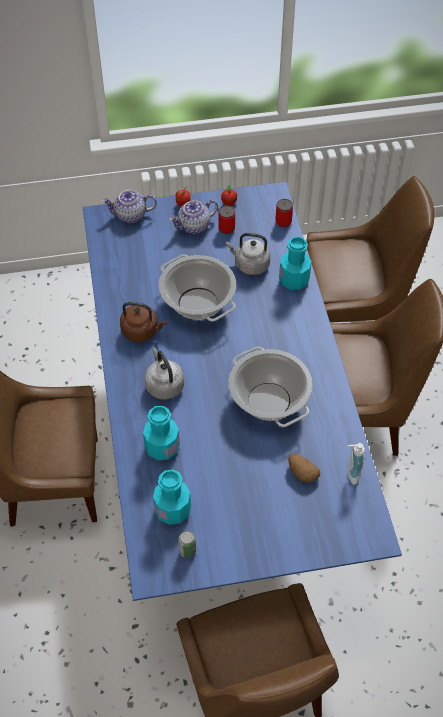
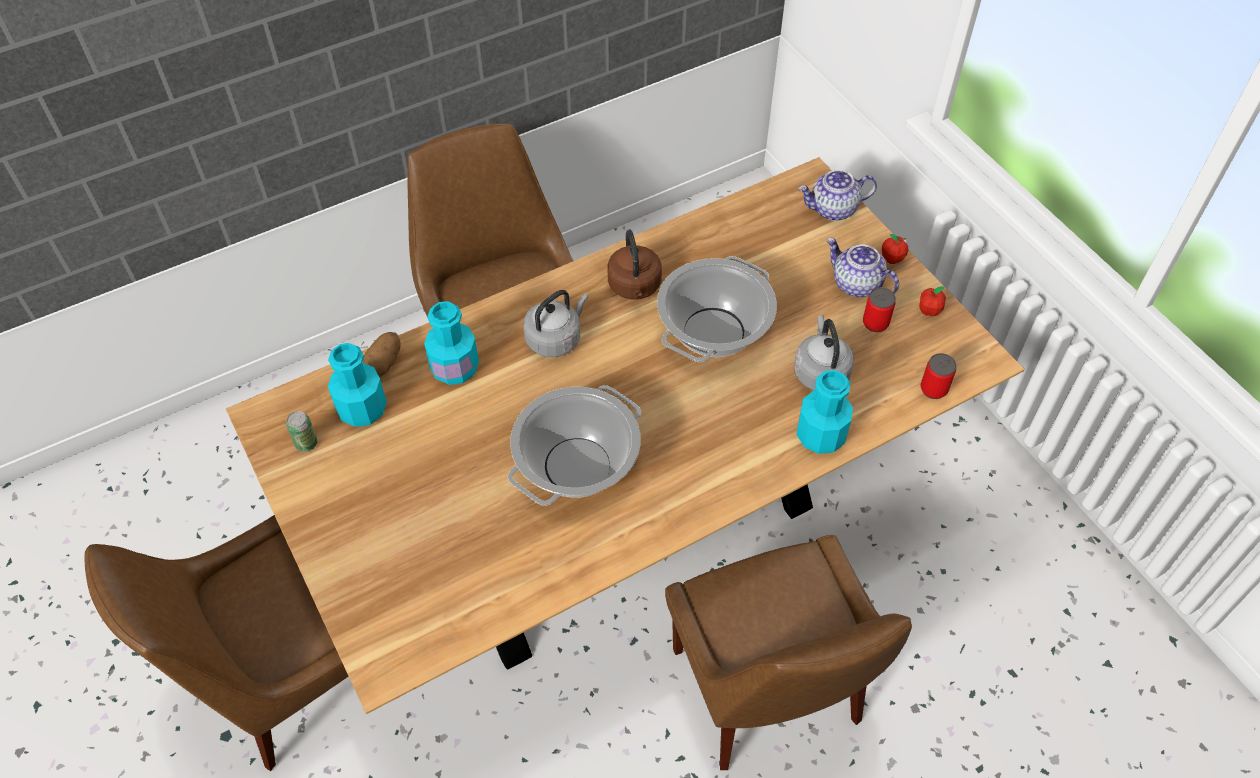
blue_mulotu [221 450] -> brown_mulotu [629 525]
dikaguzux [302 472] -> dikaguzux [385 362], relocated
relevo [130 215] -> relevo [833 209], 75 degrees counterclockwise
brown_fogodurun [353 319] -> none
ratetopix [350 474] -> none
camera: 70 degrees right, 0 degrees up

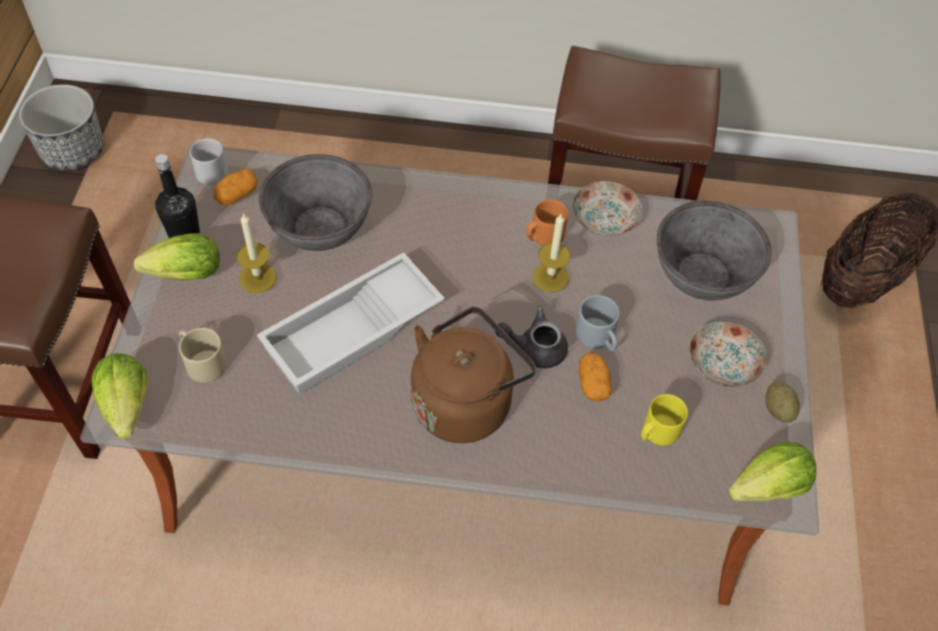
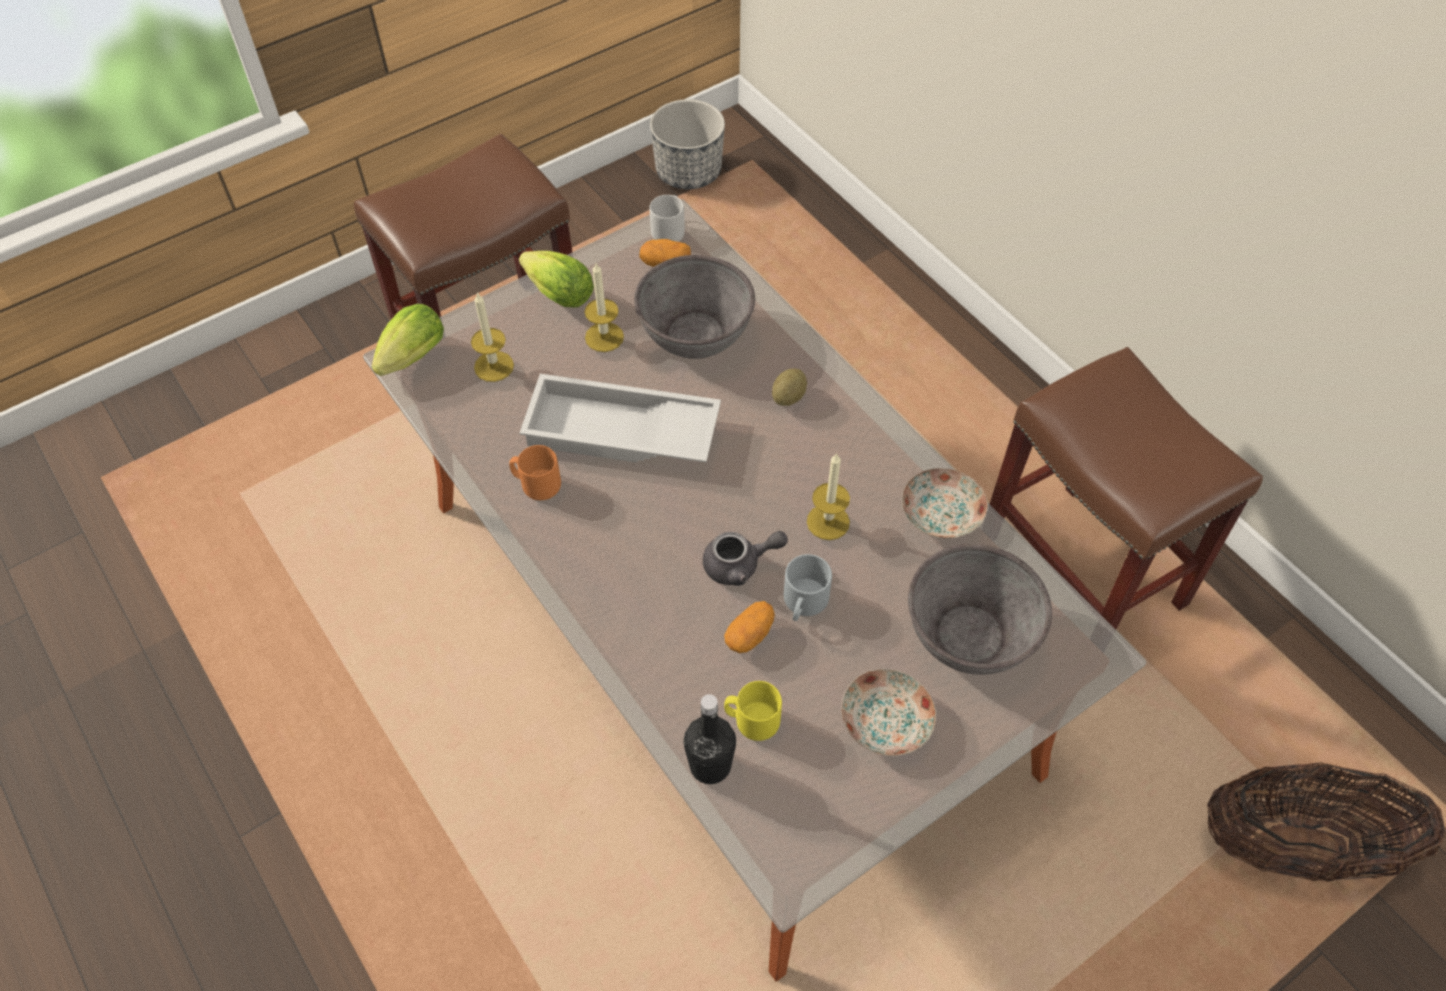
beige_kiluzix [201 362] -> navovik [494 366]
orange_kiluzix [544 236] -> orange_kiluzix [536 484], relocated
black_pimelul [184 233] -> black_pimelul [710 765], relocated
grey_relevo [534 348] -> grey_relevo [740 565], 120 degrees clockwise
dikaguzux [778 409] -> dikaguzux [788 397], relocated
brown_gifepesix [465 401] -> none
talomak [763 489] -> none
camera: 50 degrees right, 0 degrees up

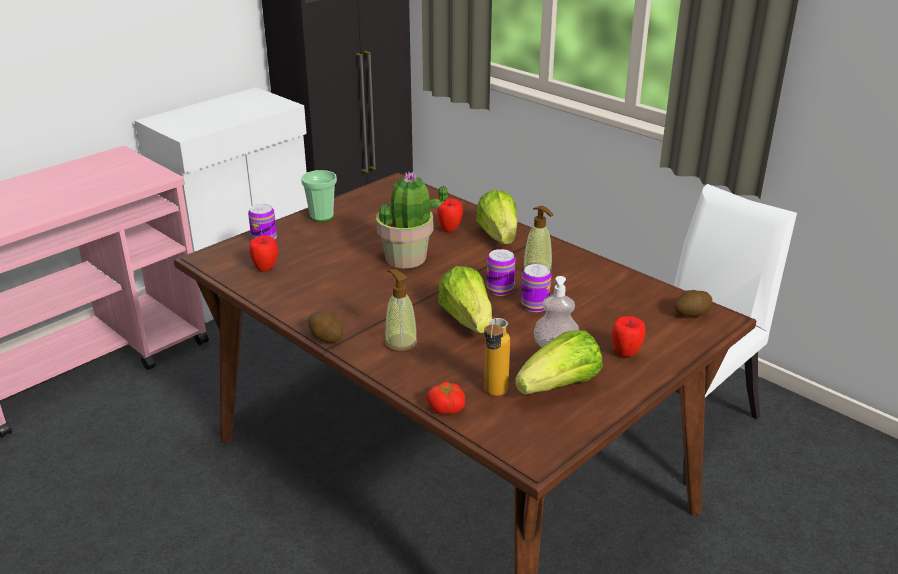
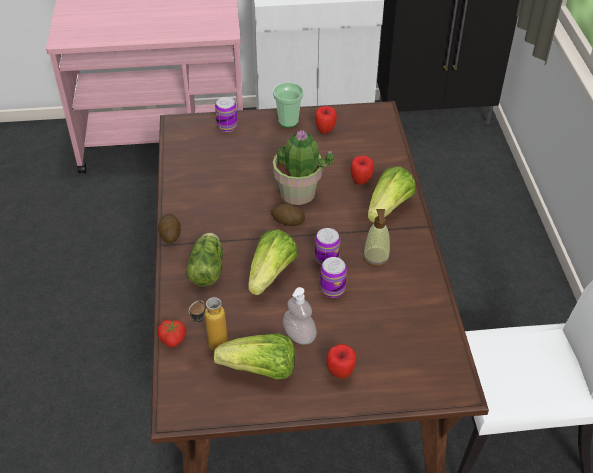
ratetopix [401 343] -> talomak [207 268]
dikaguzux [691 314] -> dikaguzux [288 222], relocated
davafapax [265 269] -> davafapax [325 131], relocated
camera: 40 degrees right, 15 degrees up

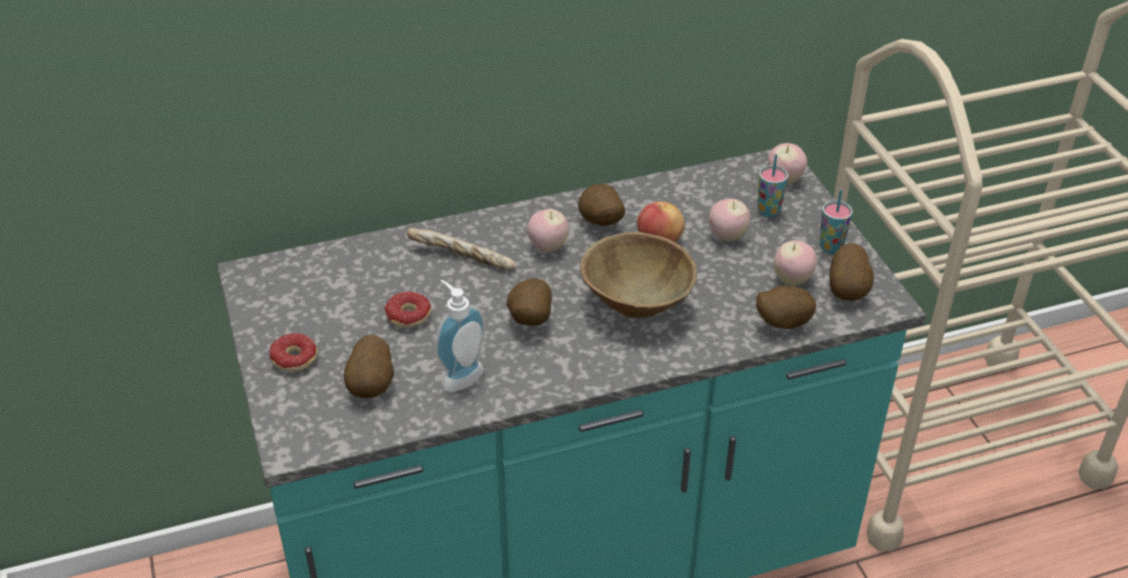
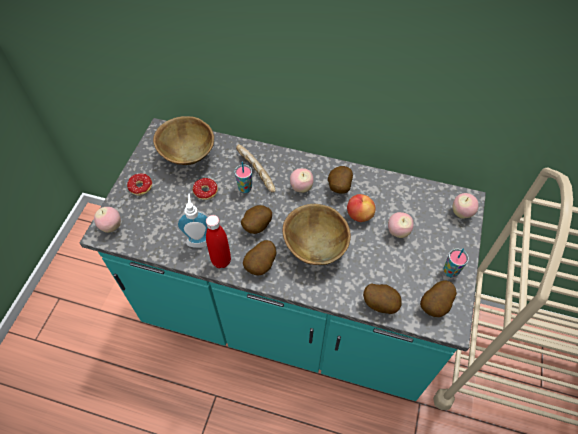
davafapax [792 279] -> davafapax [111 226], relocated
none -> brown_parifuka [187 155]
none -> red_pimelul [221 261]
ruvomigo [768 211] -> ruvomigo [245 188], relocated
dikaguzux [372 386] -> dikaguzux [261 265], relocated
camera: 35 degrees right, 15 degrees up

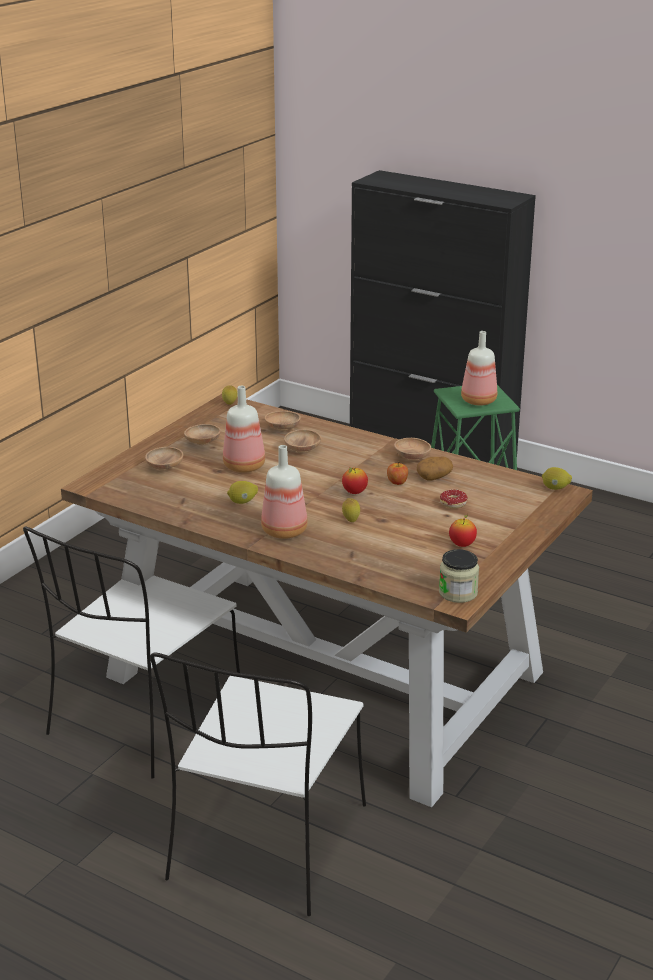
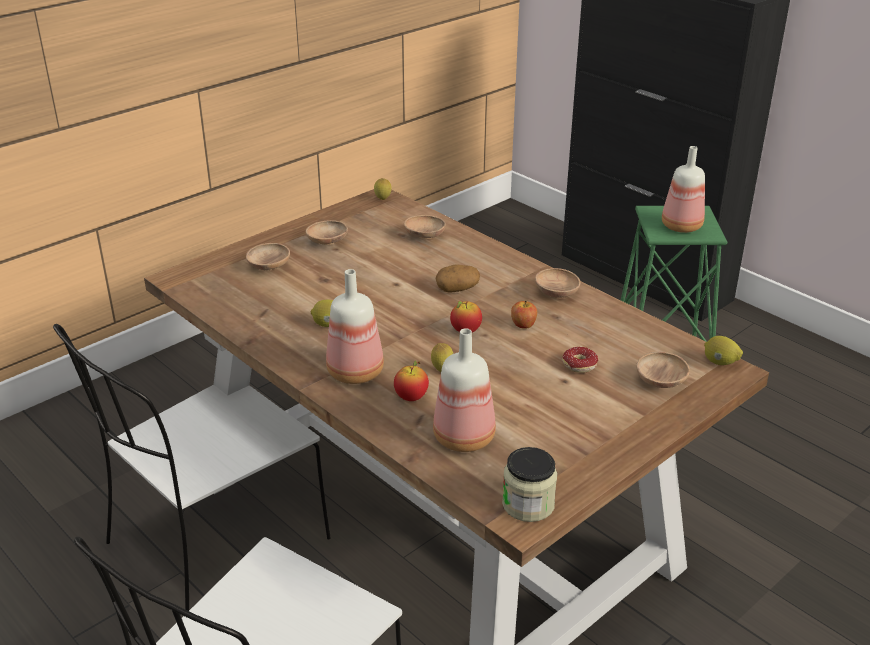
davafapax [462 544] -> davafapax [411 397], relocated
pimelul [245 466] -> pimelul [466 438], relocated
dikaguzux [434 477] -> dikaguzux [457 288], relocated
brown_parifuka [302 449] -> brown_parifuka [660 382], relocated
camera: 15 degrees right, 5 degrees up

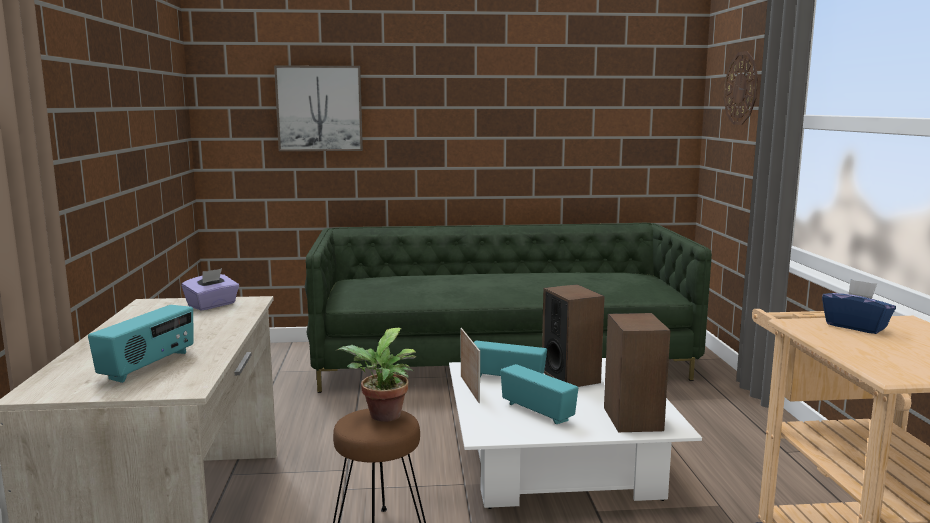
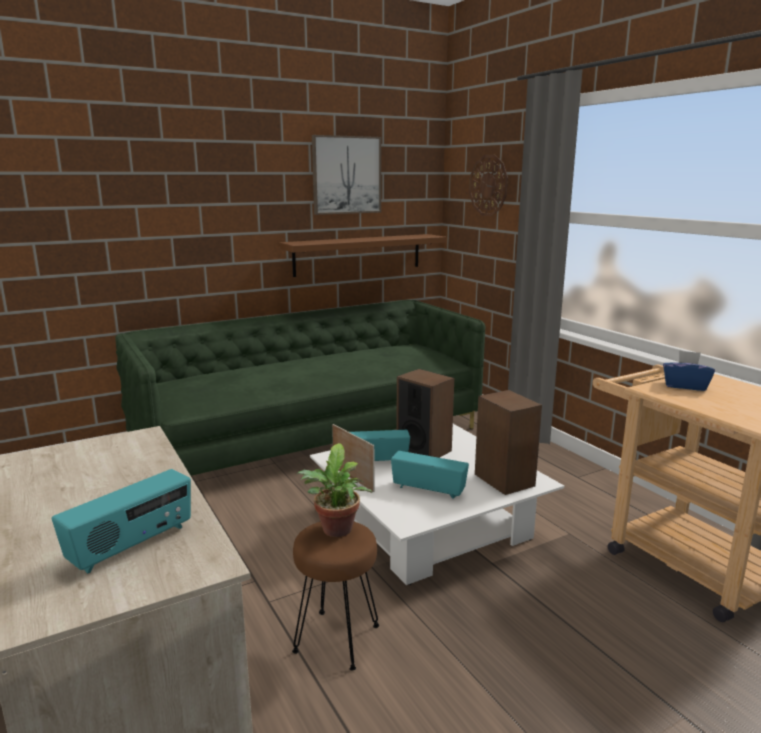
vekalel [149 366] -> vekalel [132 546], 45 degrees clockwise
none -> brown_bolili [358 254]
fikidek [319 108] -> fikidek [346 175], relocated
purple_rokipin [212 305] -> none
camera: 25 degrees left, 5 degrees up

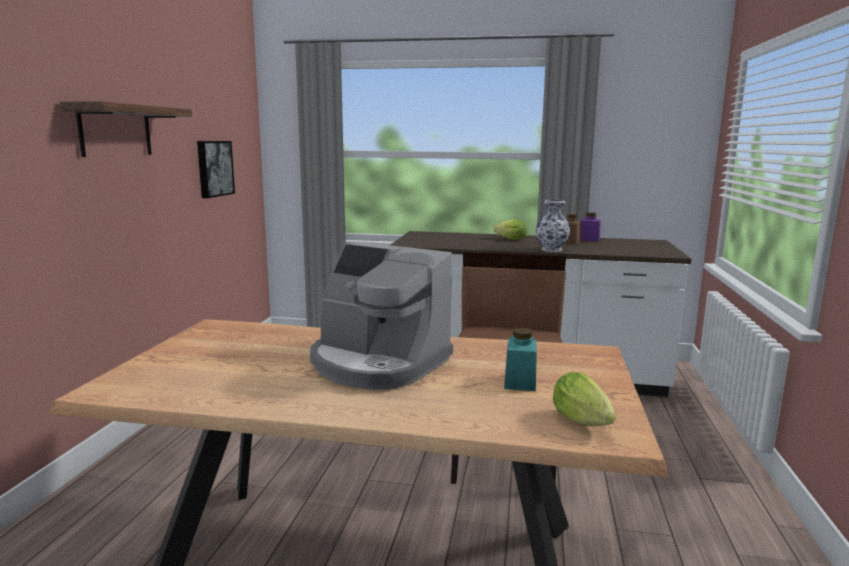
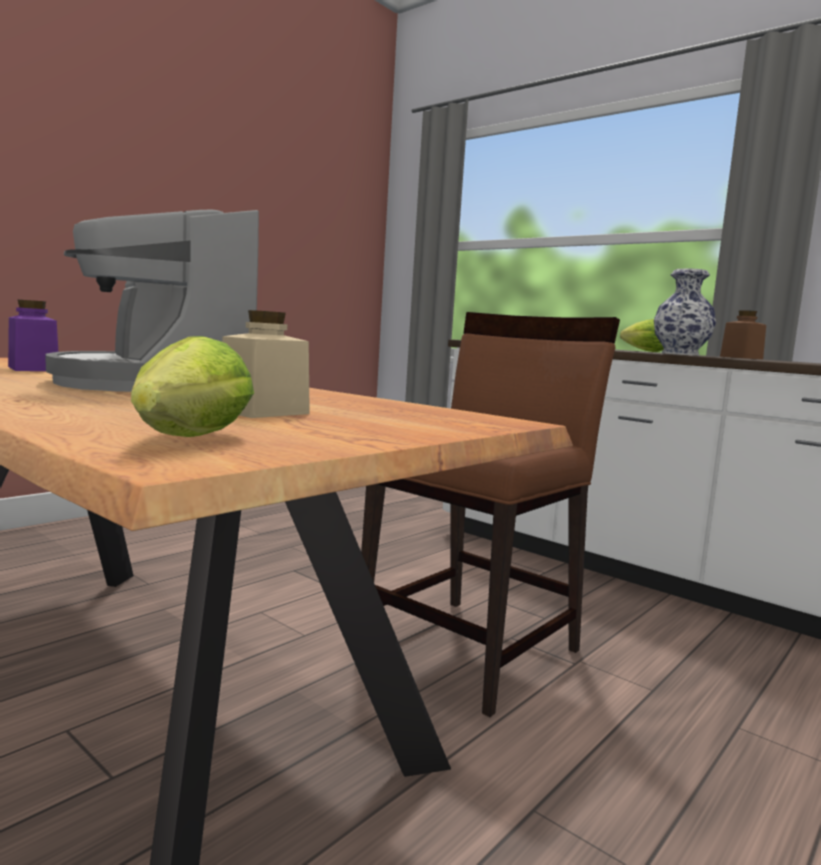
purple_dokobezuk [589 239] -> purple_dokobezuk [33 369], relocated
turquoise_dokobezuk [520 382] -> beige_dokobezuk [264 412]
bolili [115 130] -> none
fikidek [214 168] -> none
camera: 30 degrees right, 5 degrees down

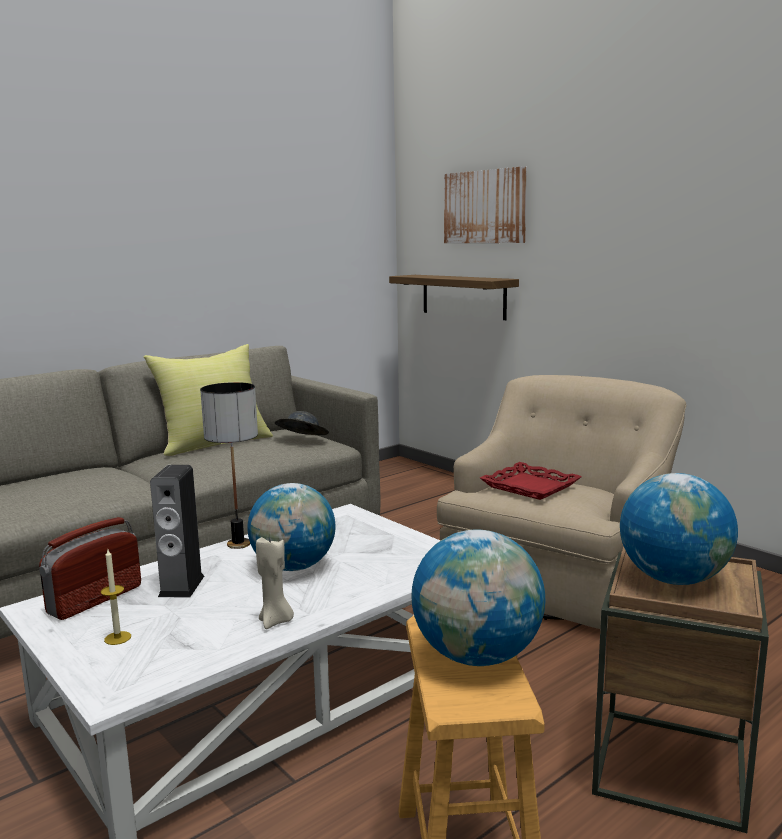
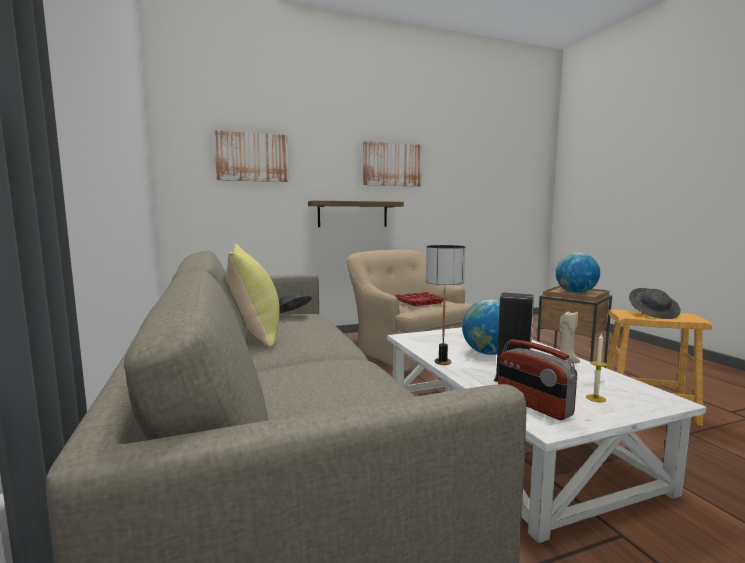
bolili [463 296] -> bolili [353 214], relocated
none -> fikidek [392 164]
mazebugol [477 656] -> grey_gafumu [653 314]
camera: 70 degrees left, 5 degrees down

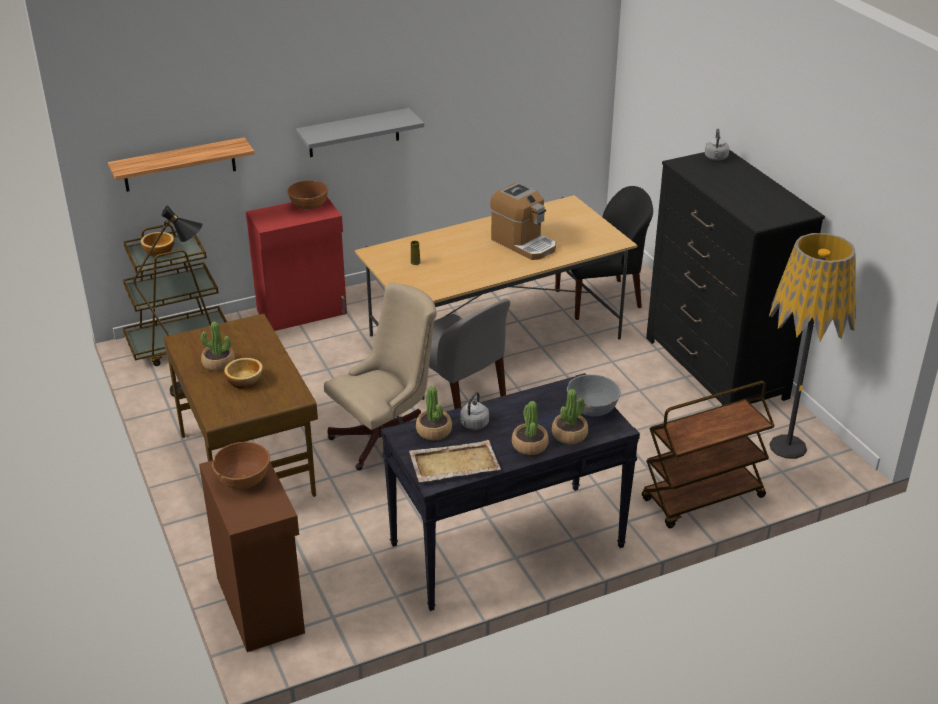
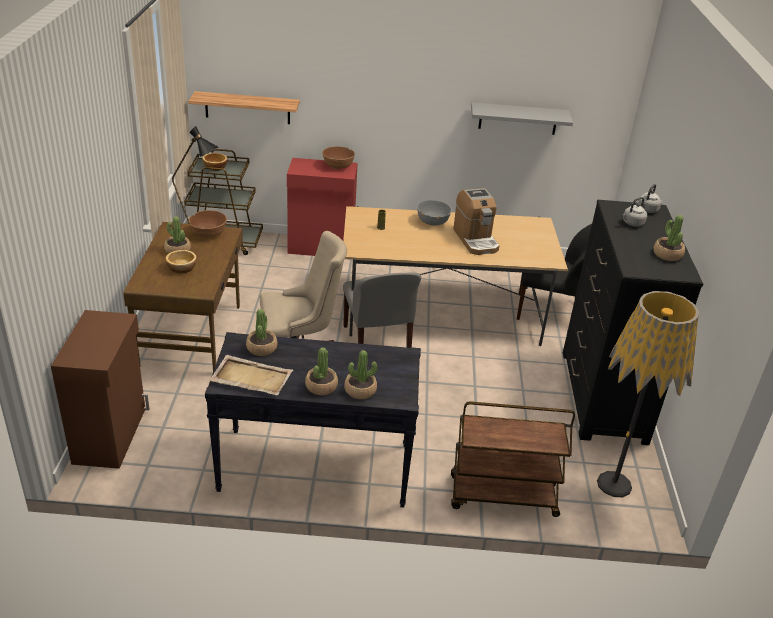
brown_parifuka [243 480] -> brown_parifuka [208 234], relocated
grey_parifuka [592 409] -> grey_parifuka [432 222], relocated
grey_bolili [354 133] -> grey_bolili [518 118], relocated
grey_gifepesix [473 425] -> grey_gifepesix [632 223], relocated
none -> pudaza [667 254]
camera: 25 degrees right, 0 degrees up

